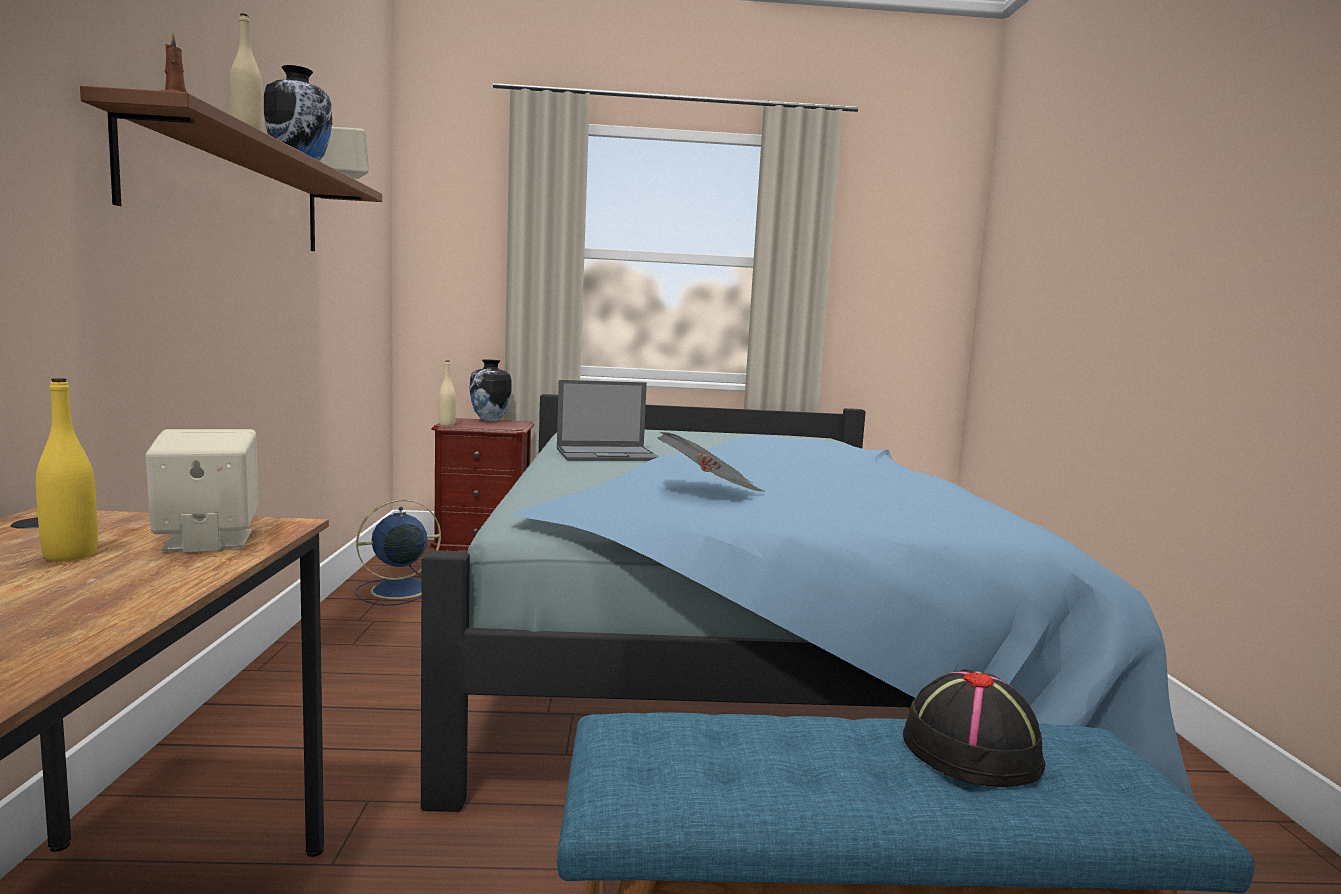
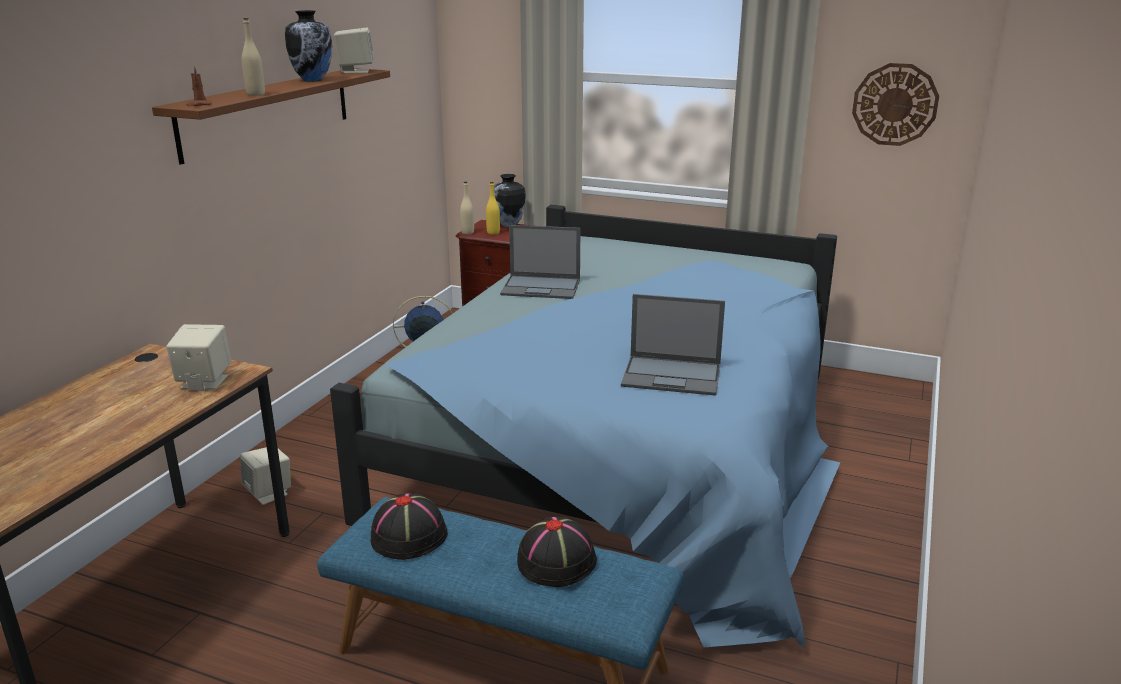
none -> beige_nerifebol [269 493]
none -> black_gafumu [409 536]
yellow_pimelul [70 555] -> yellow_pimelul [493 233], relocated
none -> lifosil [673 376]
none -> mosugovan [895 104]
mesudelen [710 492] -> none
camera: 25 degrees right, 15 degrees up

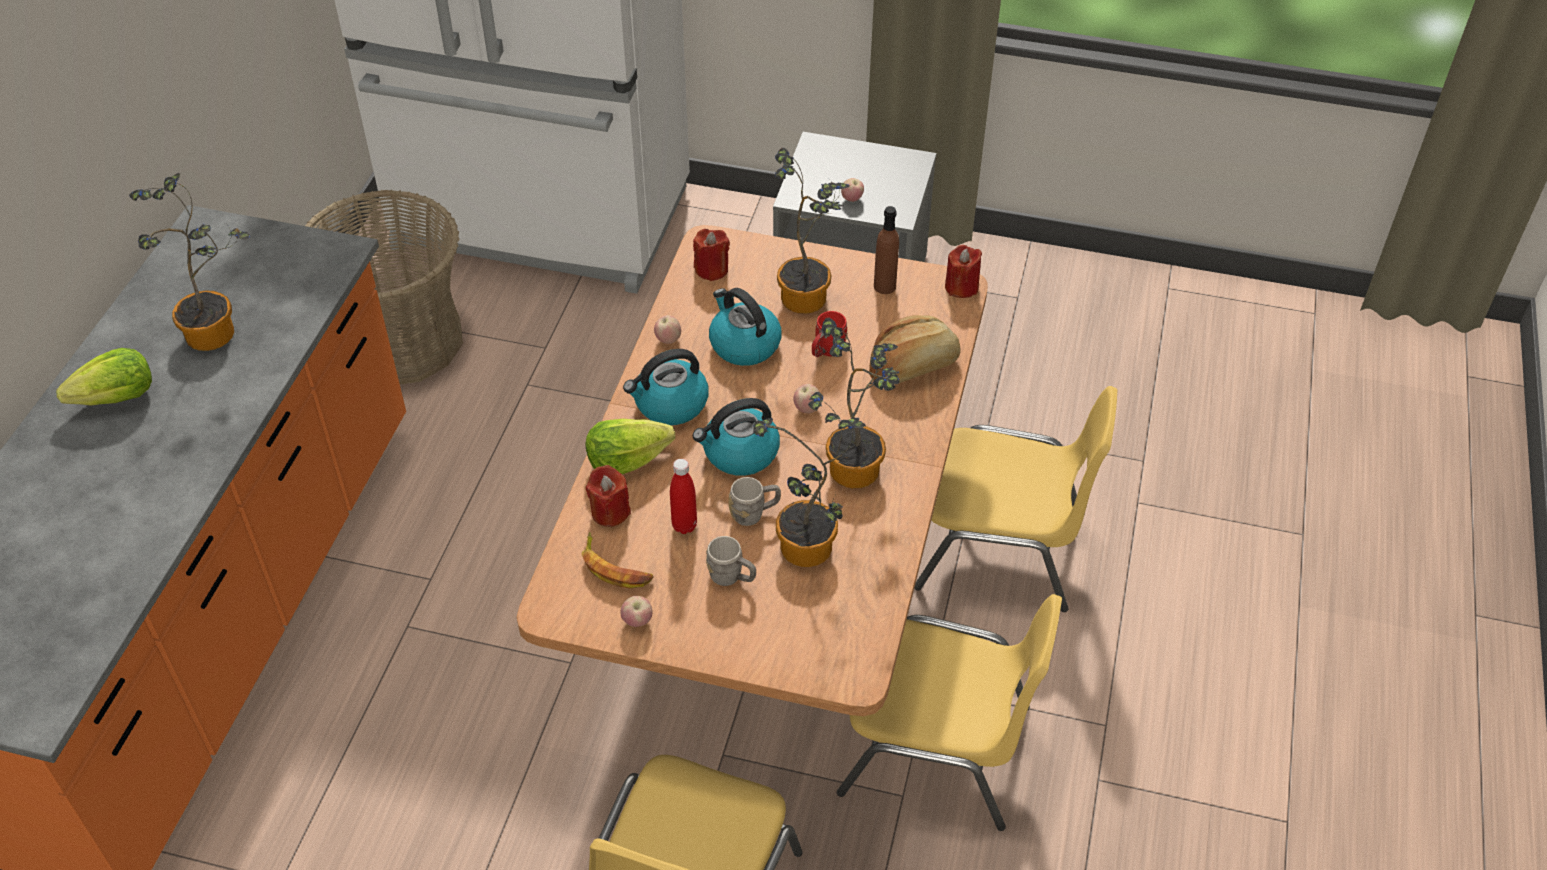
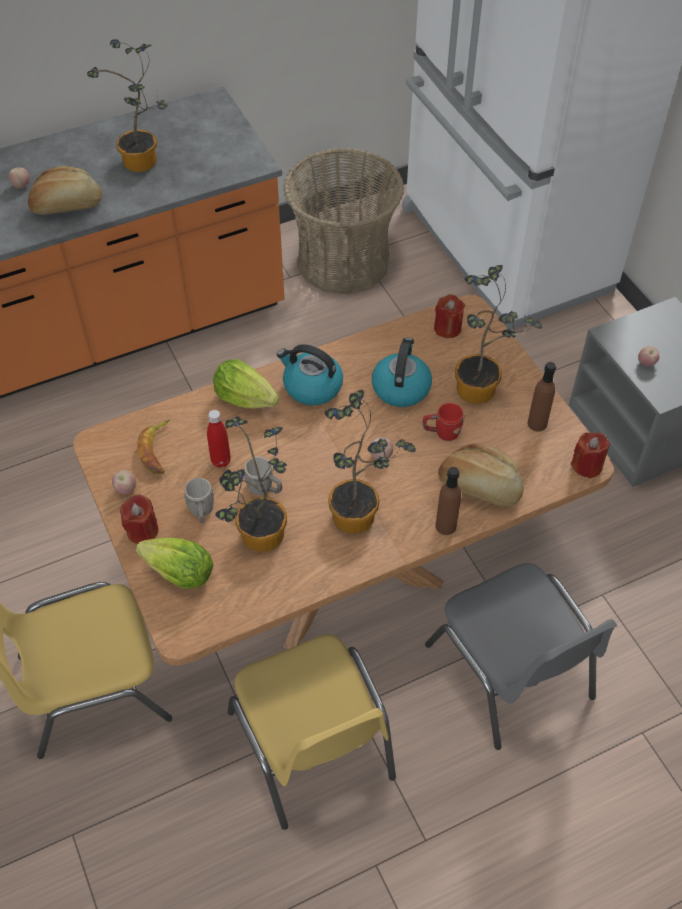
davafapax [668 339] -> davafapax [21 186], relocated
none -> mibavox [67 206]
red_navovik [610 512] -> red_navovik [142 531], relocated
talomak [117 398] -> talomak [180 574], relocated
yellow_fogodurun [1002 548] -> grey_fogodurun [511 673]
none -> brown_pimelul [446 526]
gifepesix [739 453] -> none
camera: 50 degrees right, 5 degrees up

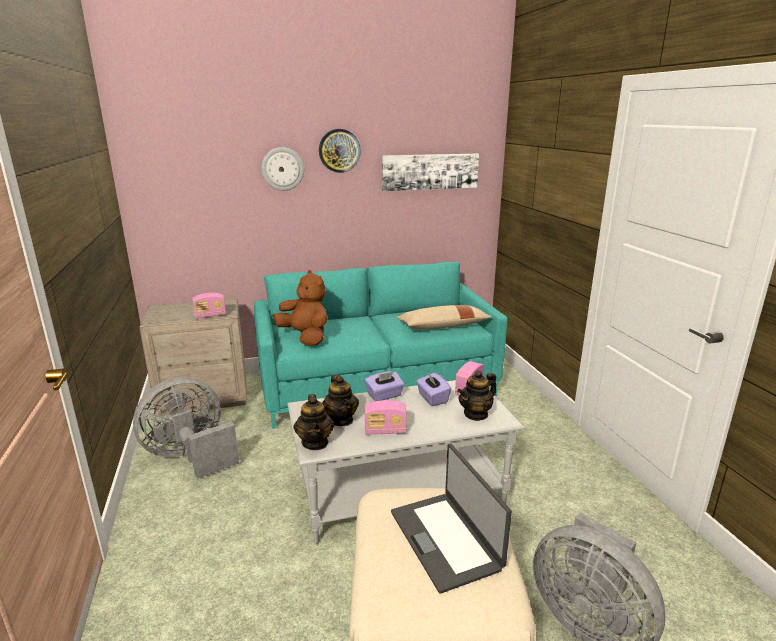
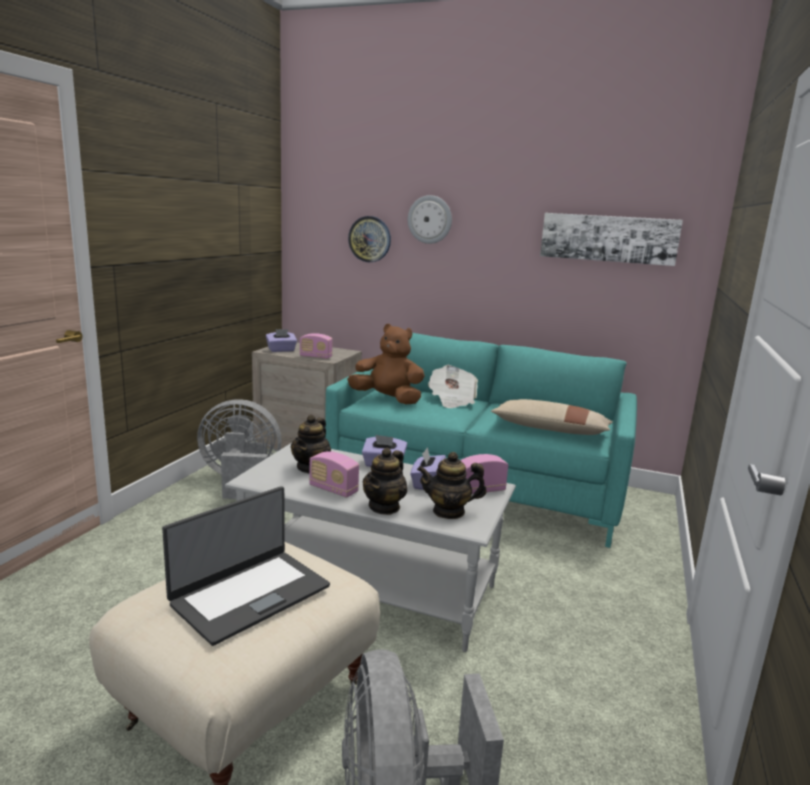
lifosil [446 539] -> lifosil [249 594], 150 degrees counterclockwise
none -> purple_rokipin [281 350]
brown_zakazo [305 337] -> brown_zakazo [388 399], 60 degrees counterclockwise
mosugovan [339 150] -> mosugovan [370 239], relocated
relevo [315 442] -> relevo [384 507], relocated
none -> mesudelen [452 400]
camera: 35 degrees right, 5 degrees down

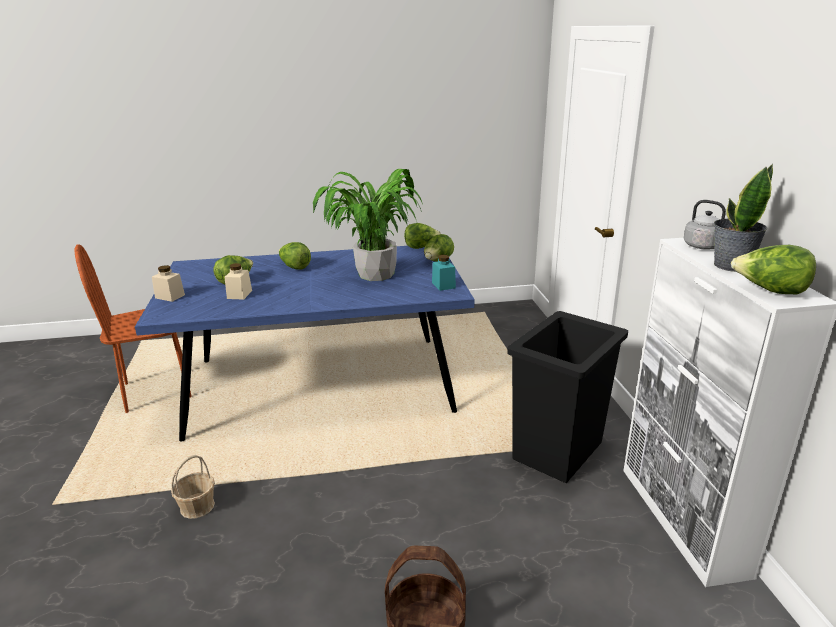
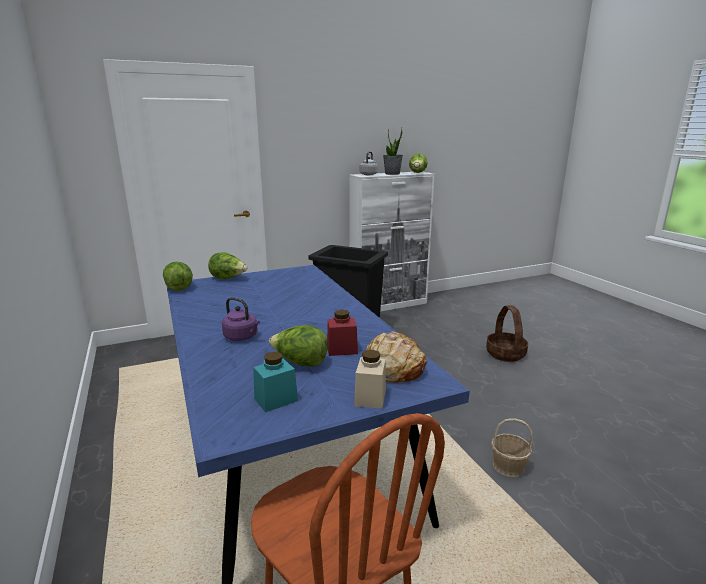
talomak [295 267] -> purple_gifepesix [242 337]
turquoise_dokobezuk [443 285] -> turquoise_dokobezuk [276 400], relocated
beige_dokobezuk [239 294] -> red_dokobezuk [342 349]
none -> mibavox [393 368]
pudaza [376 275] -> none
camera: 105 degrees left, 5 degrees down

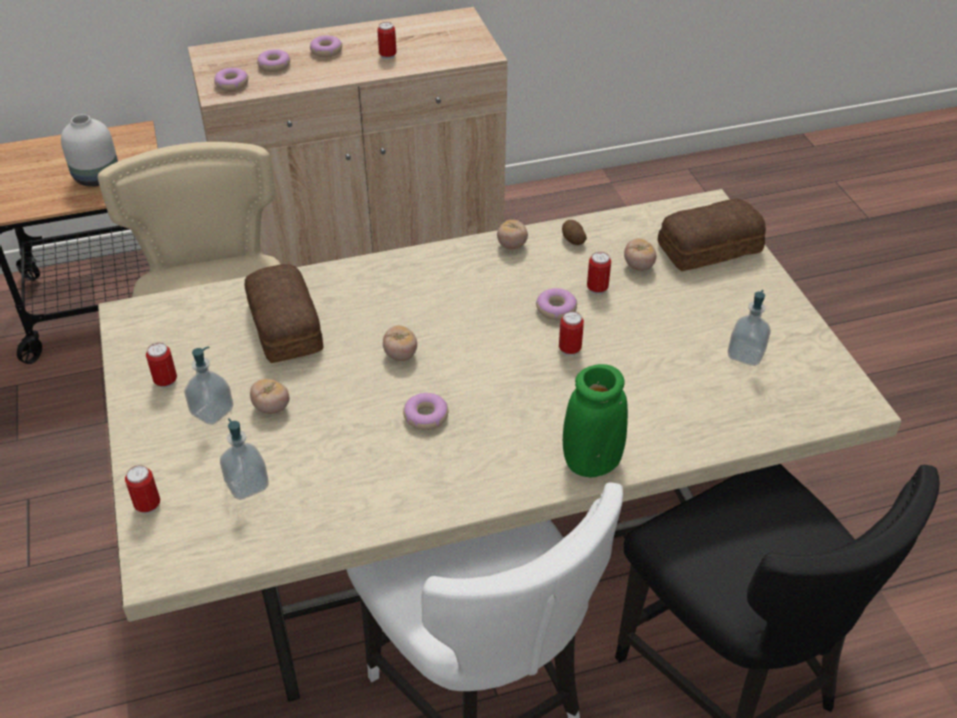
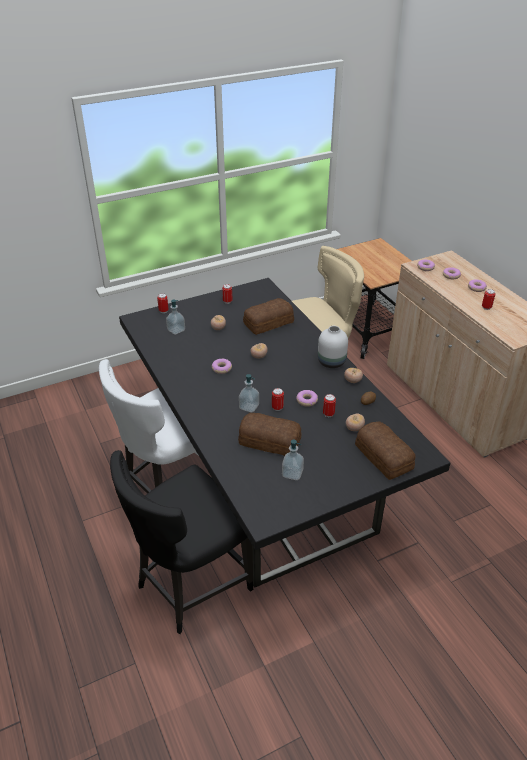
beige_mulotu [476 534] -> black_mulotu [262 475]
none -> mibavox [269 440]
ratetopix [212 411] -> ratetopix [249 407], relocated
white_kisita [96 177] -> white_kisita [331 361], relocated
green_kisita [591 462] -> none
camera: 80 degrees right, 5 degrees down

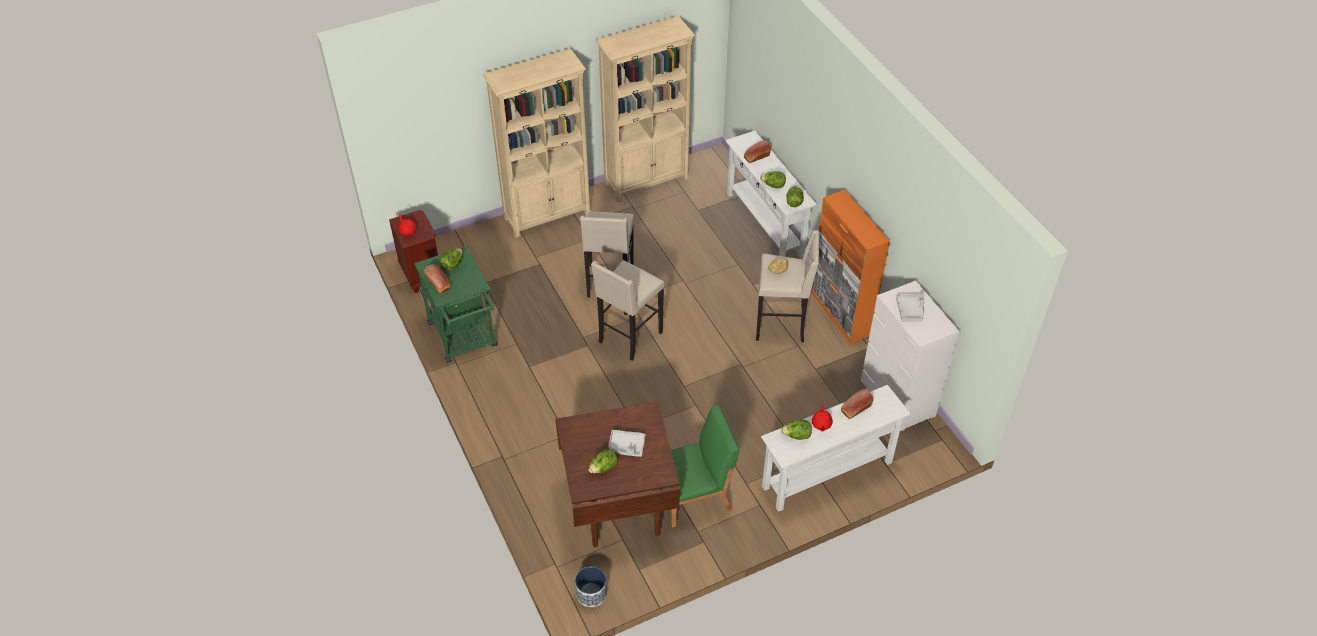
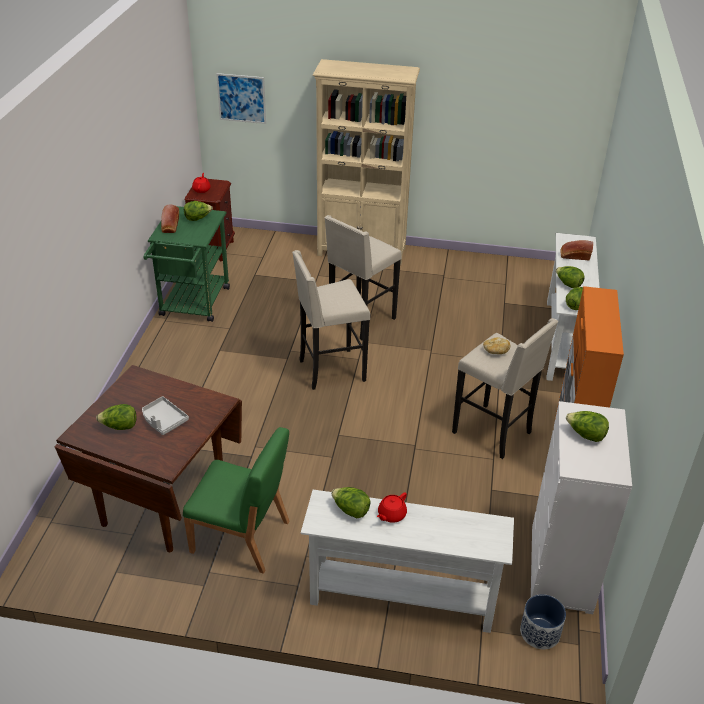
none -> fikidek [241 98]
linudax [591 594] -> linudax [539 632], relocated
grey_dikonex [910 311] -> talomak [585 435]
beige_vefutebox [647 181] -> none
mibavox [855 409] -> none
camera: 35 degrees right, 10 degrees down

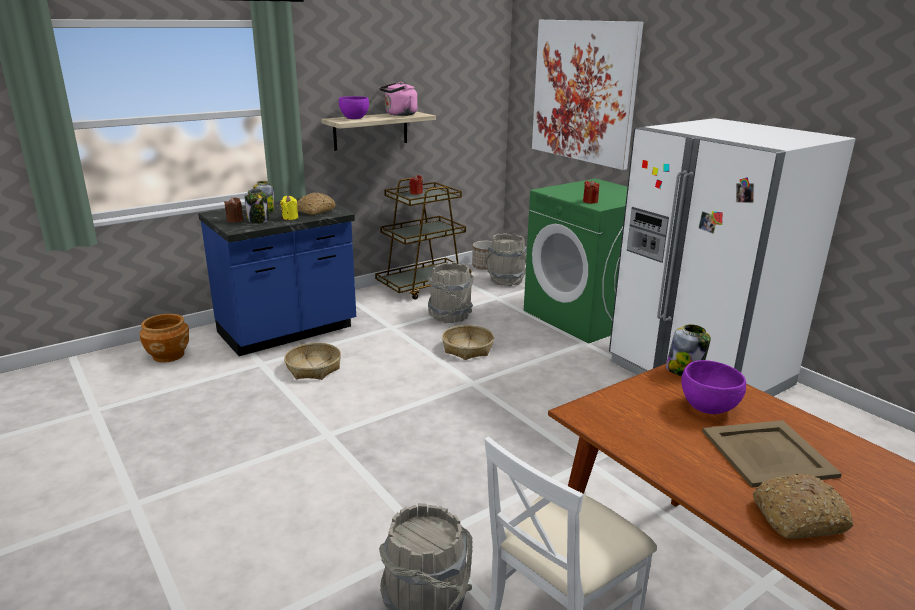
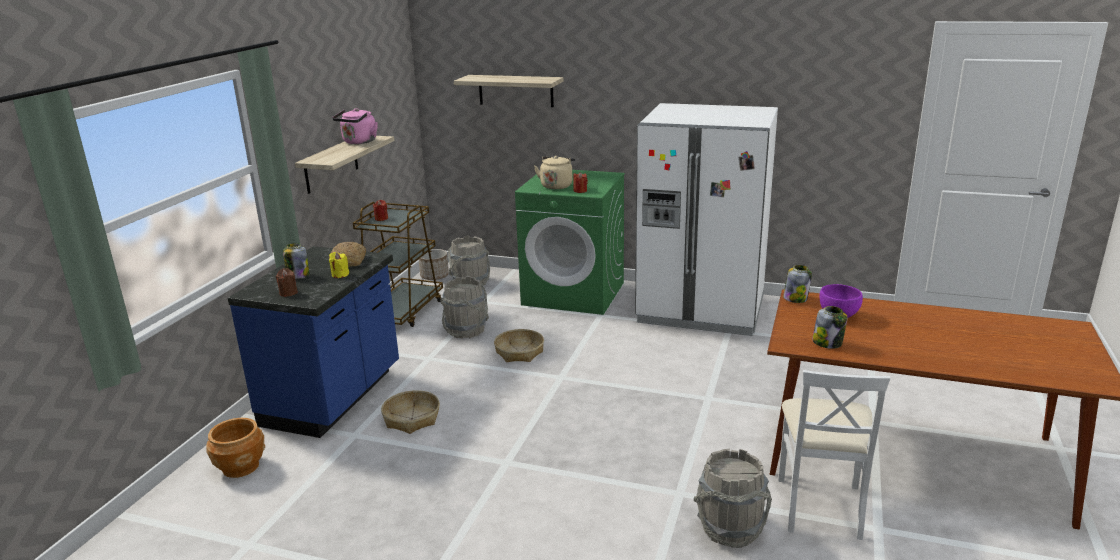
fikidek [583 92] -> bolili [515 90]
none -> beige_gifepesix [556 185]
dokobezuk [258 220] -> dokobezuk [828 343], relocated
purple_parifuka [354 118] -> none
beige_dikonex [767 454] -> none
mibavox [798 518] -> none
camera: 35 degrees left, 0 degrees up

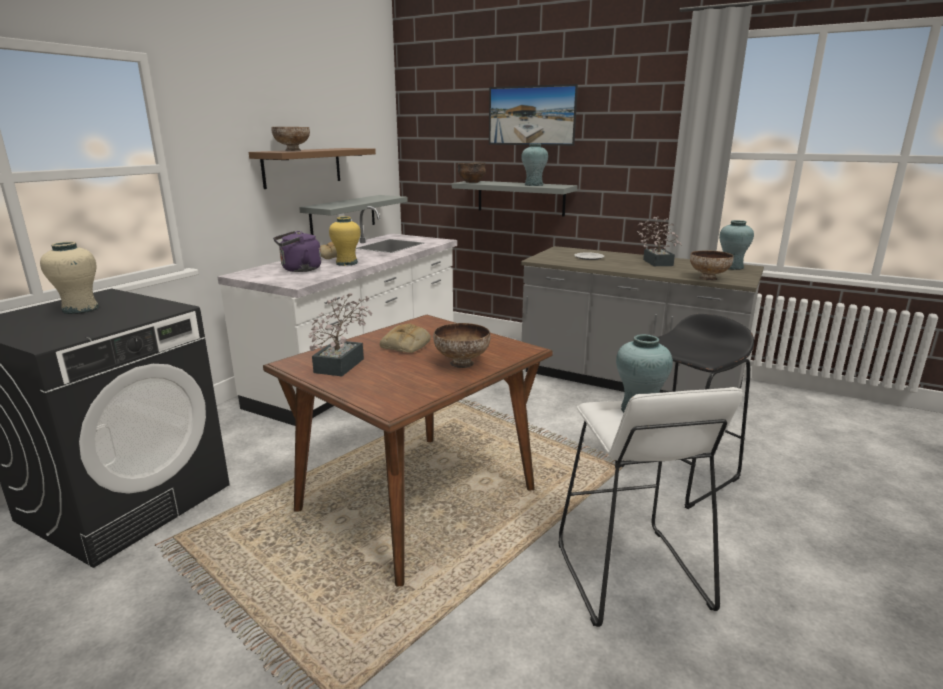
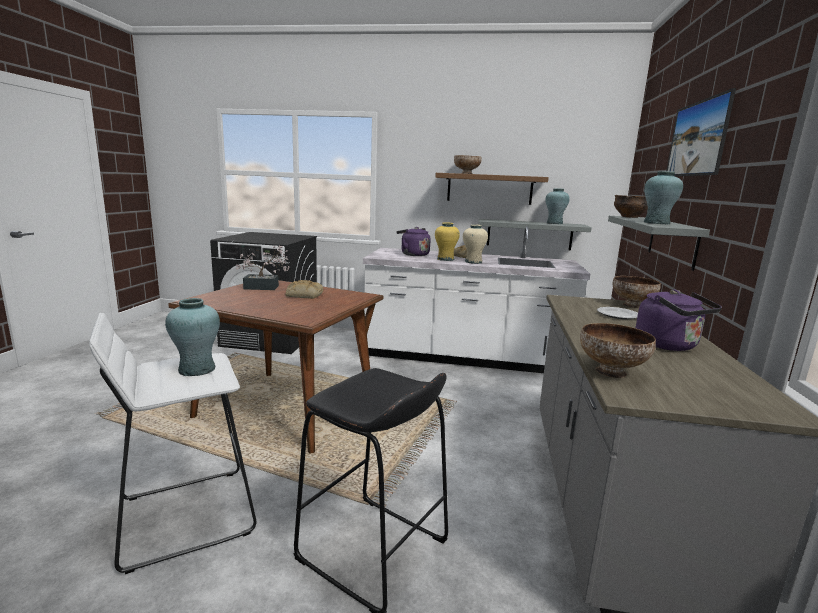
beige_kisita [80 309] -> beige_kisita [473 262], relocated
turquoise_kisita [731 267] -> turquoise_kisita [554 223], relocated
parifuka [461 364] -> parifuka [631 305], relocated
pudaza [656 262] -> purple_gifepesix [669 345]
camera: 70 degrees right, 5 degrees down

